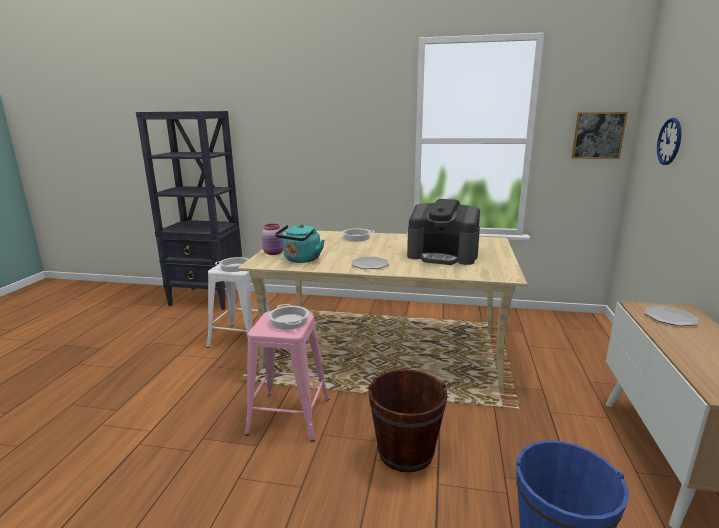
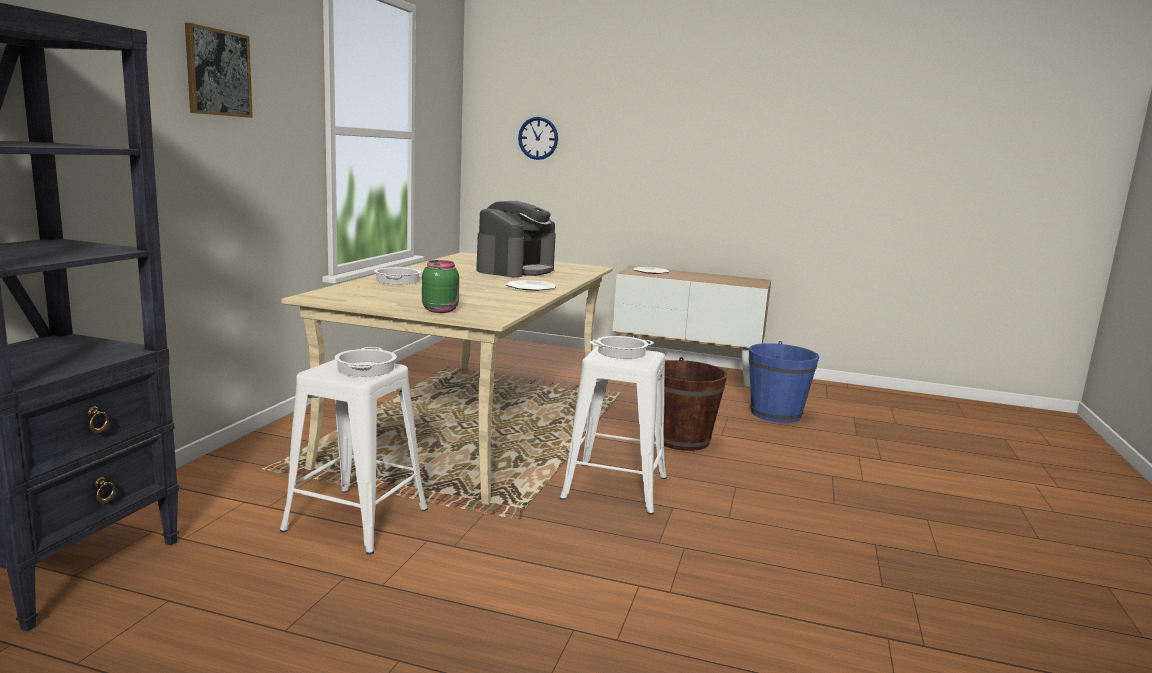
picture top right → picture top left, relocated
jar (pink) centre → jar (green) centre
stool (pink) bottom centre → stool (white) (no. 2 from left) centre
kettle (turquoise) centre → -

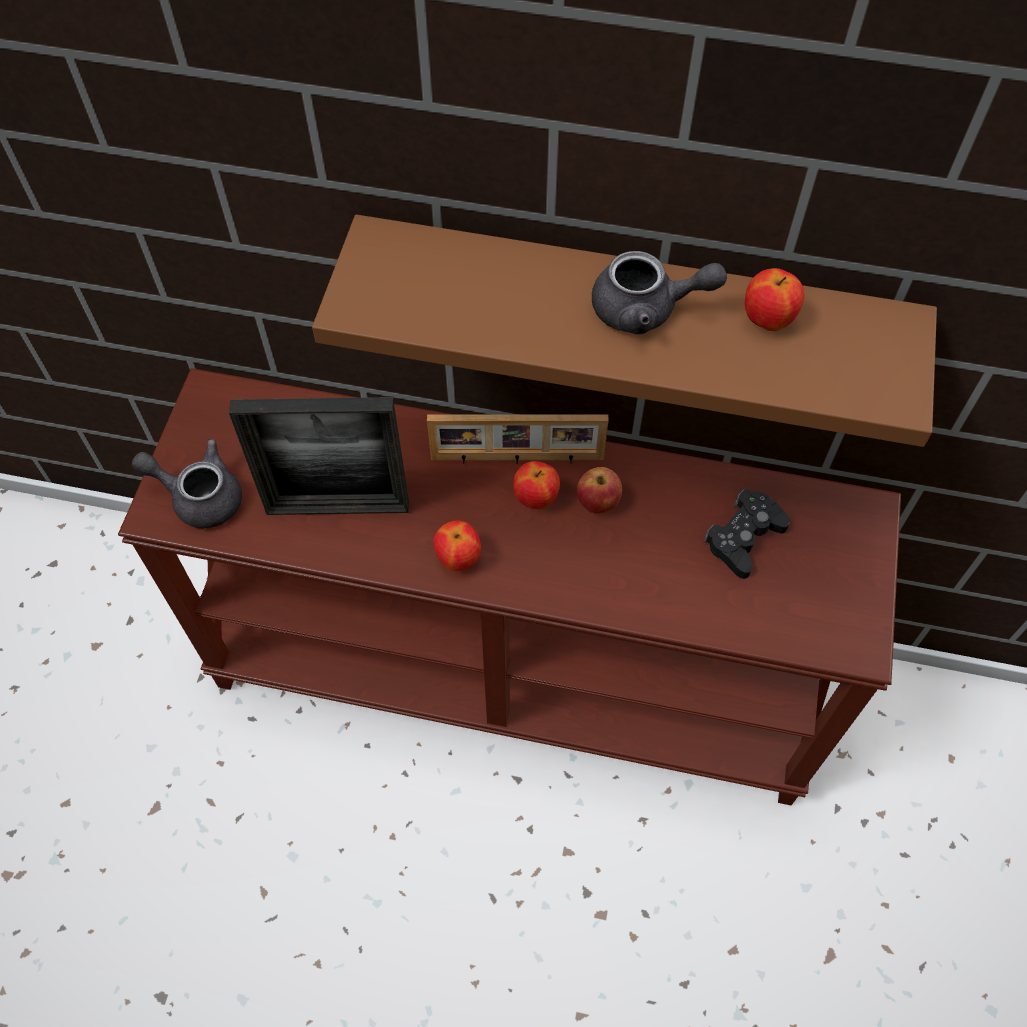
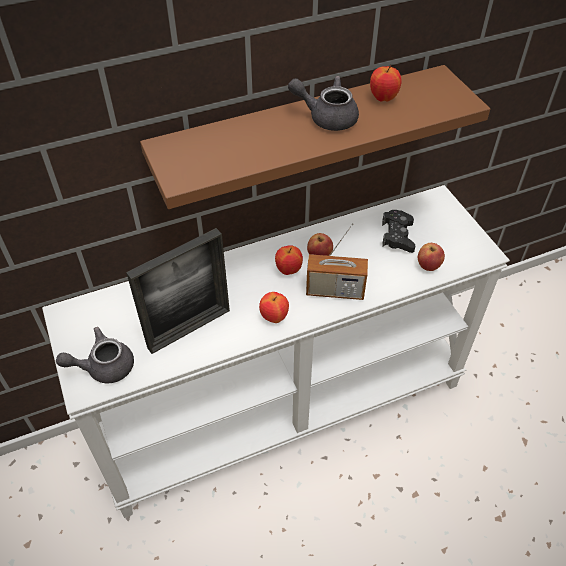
console table (brown) centre → console table (white) centre
teapot (grey) (no. 2 from left) top centre, 135 degrees counterclockwise
- → radio centre
- → apple (no. 5 from left) middle right
picture frame (no. 2 from left) centre → -

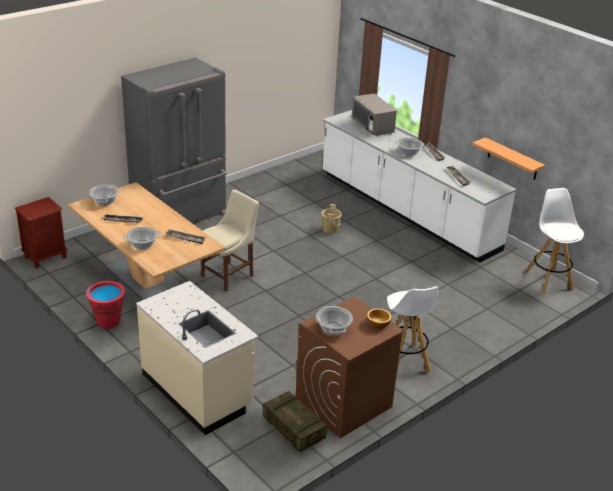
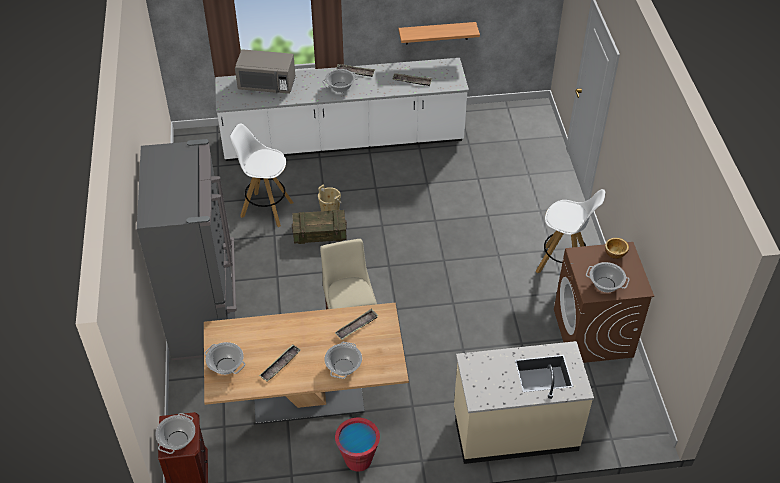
- → cooking pot (no. 1 from left) bottom left
stool (white) (no. 2 from left in the first image) middle right → stool (white) (no. 1 from left) centre, relocated
crate bottom centre → crate centre, relocated

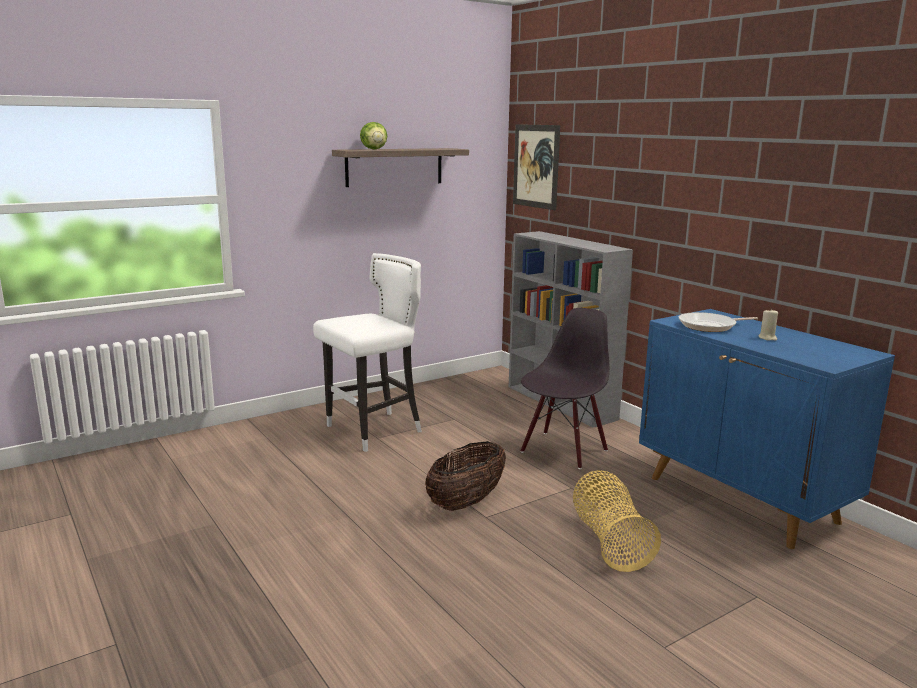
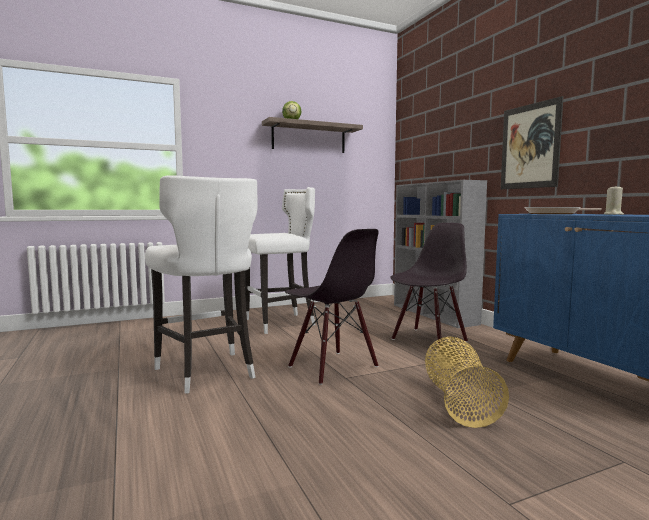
- → stool (white) (no. 1 from left) middle left
basket (no. 1 from left) bottom centre → chair (black) (no. 1 from left) centre
picture top centre → picture top right, relocated

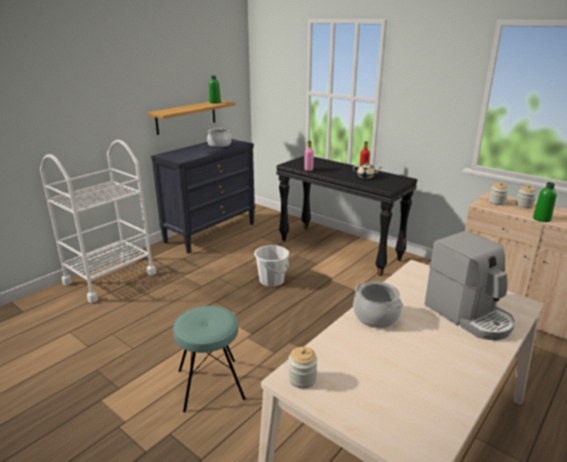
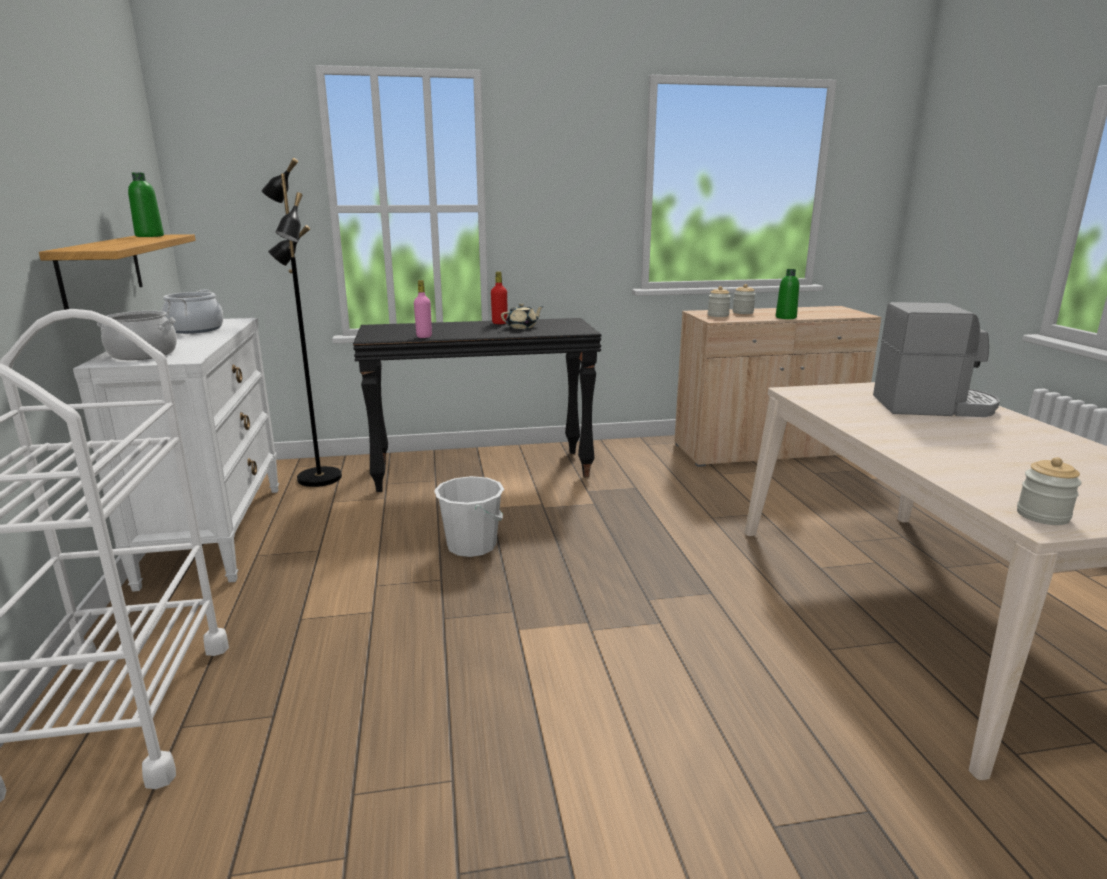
dresser (black) centre → dresser (white) middle left
cooking pot (no. 2 from left in the first image) middle right → cooking pot (no. 1 from left) middle left, relocated
- → floor lamp (black) middle left
stool (turquoise) bottom centre → -

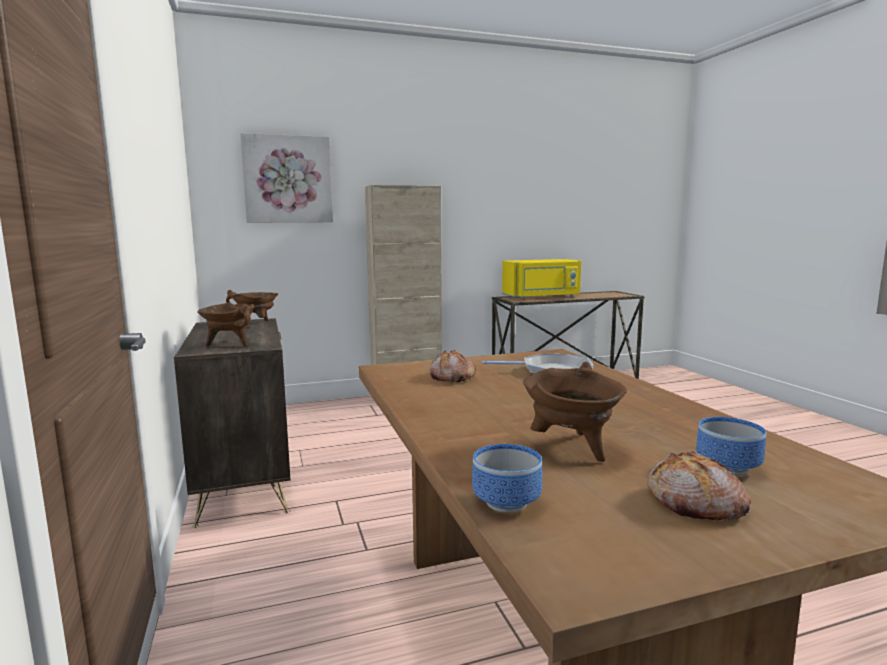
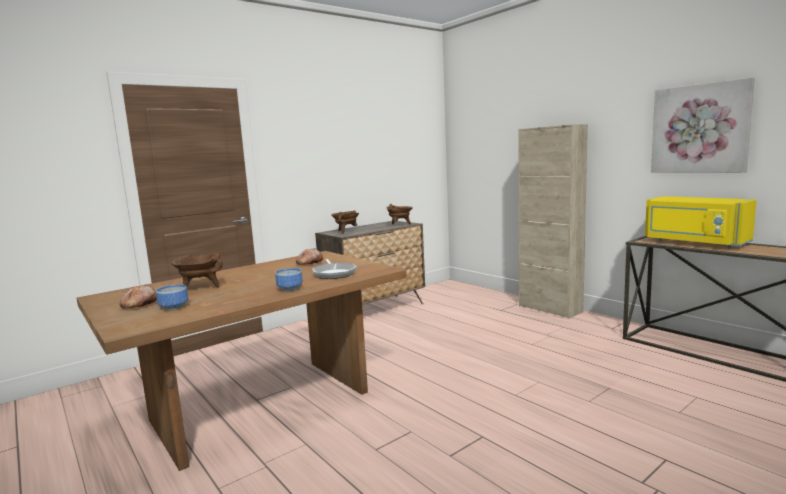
bowl (no. 1 from left in the first image) bottom centre → bowl (no. 2 from left) centre, relocated
picture top left → picture top right, relocated

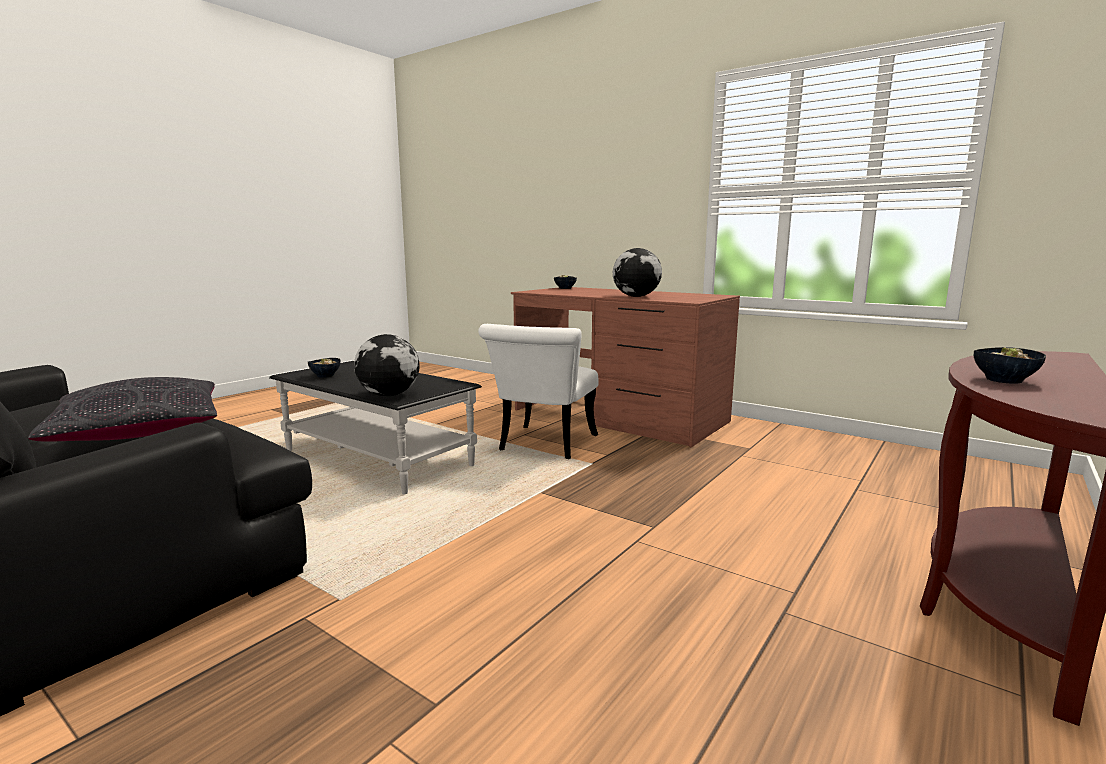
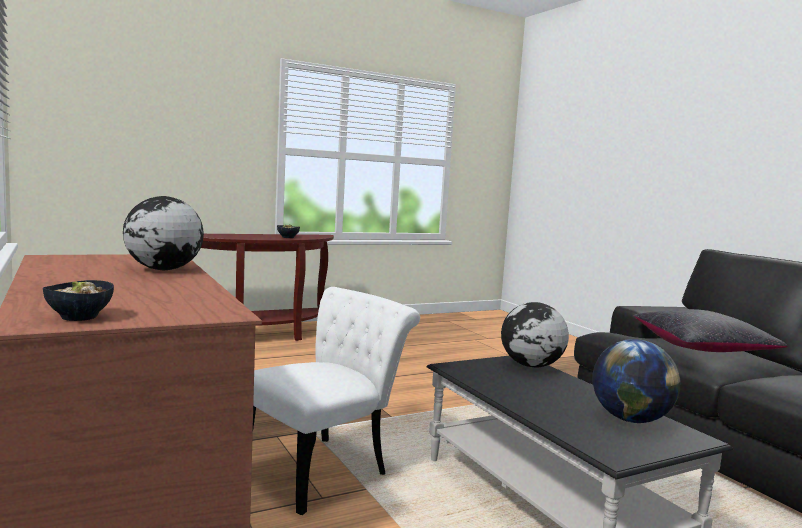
bowl (no. 1 from left) middle left → globe (no. 3 from left) bottom right

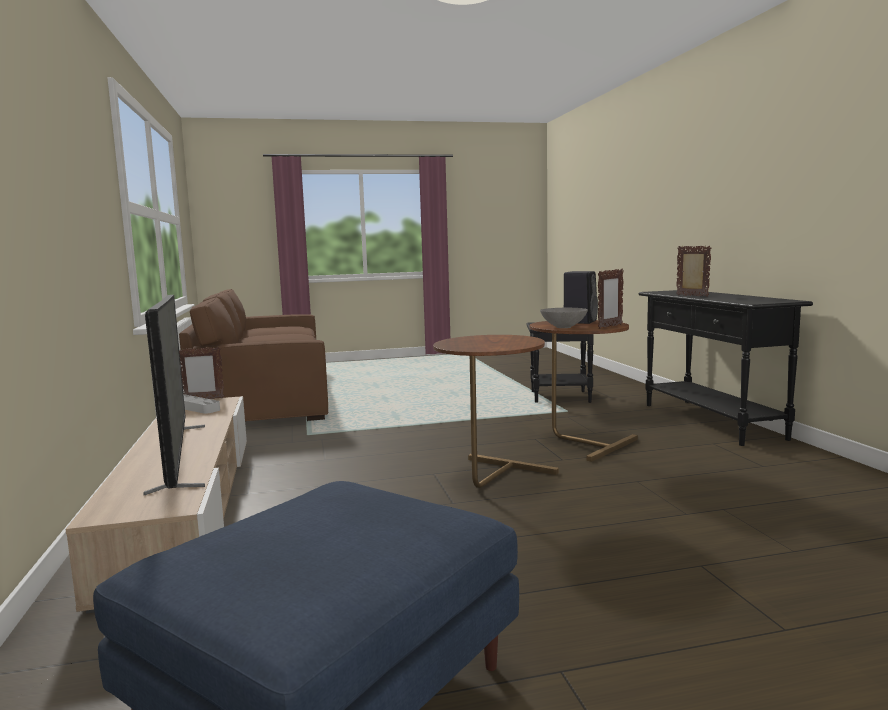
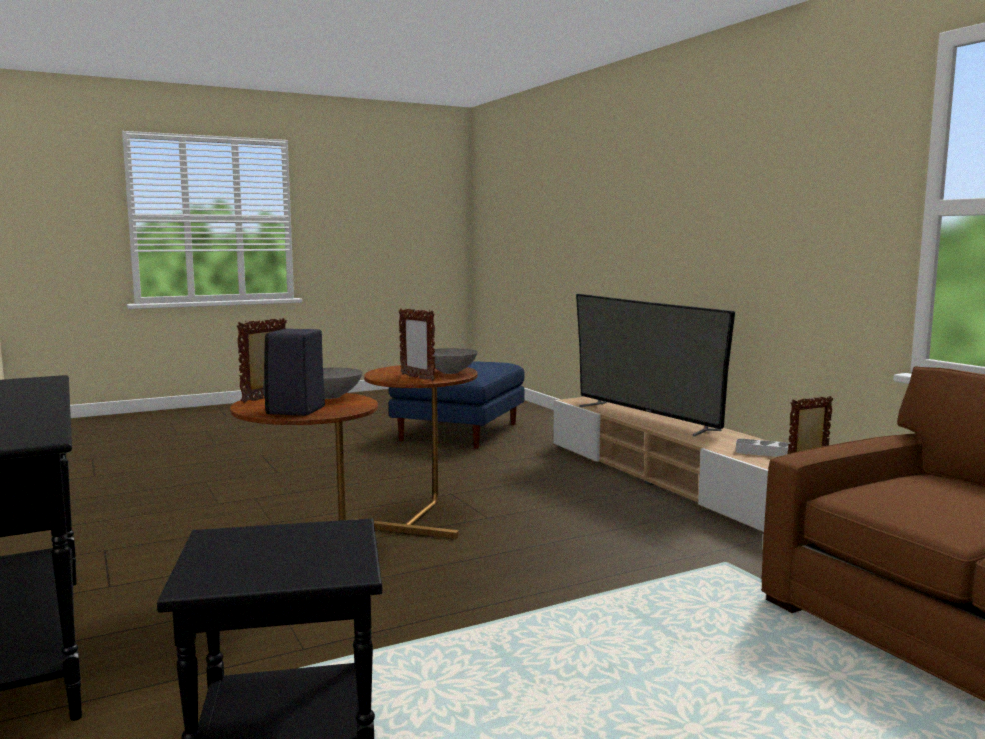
picture frame (no. 3 from left in the first image) middle right → picture frame (no. 2 from left) centre, relocated
- → bowl (grey) (no. 2 from left) centre

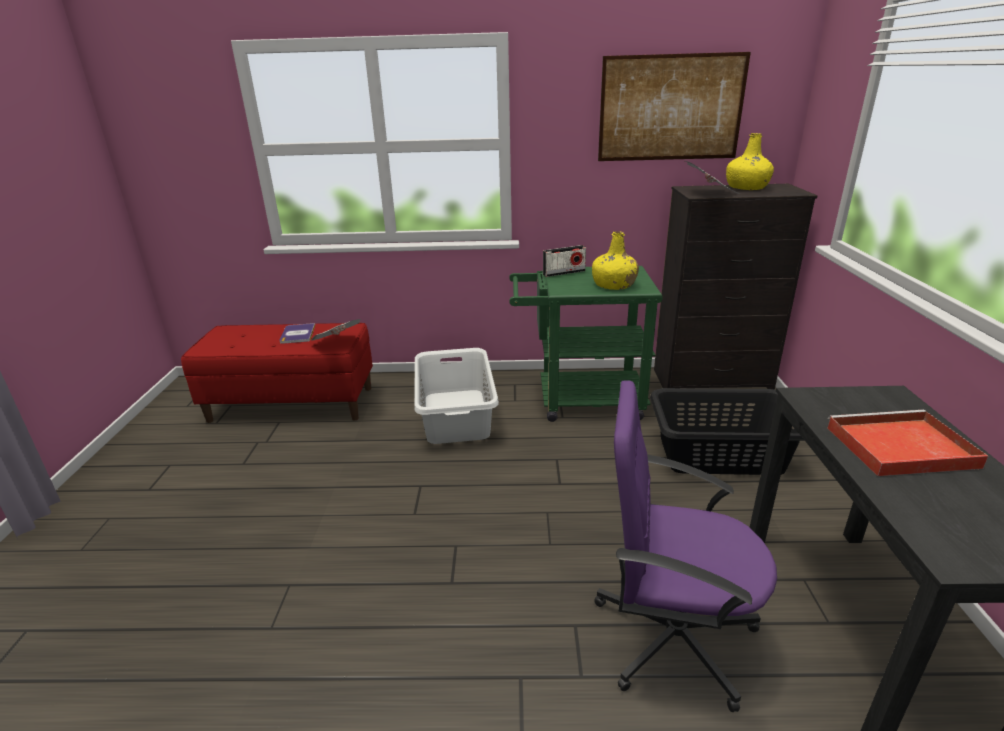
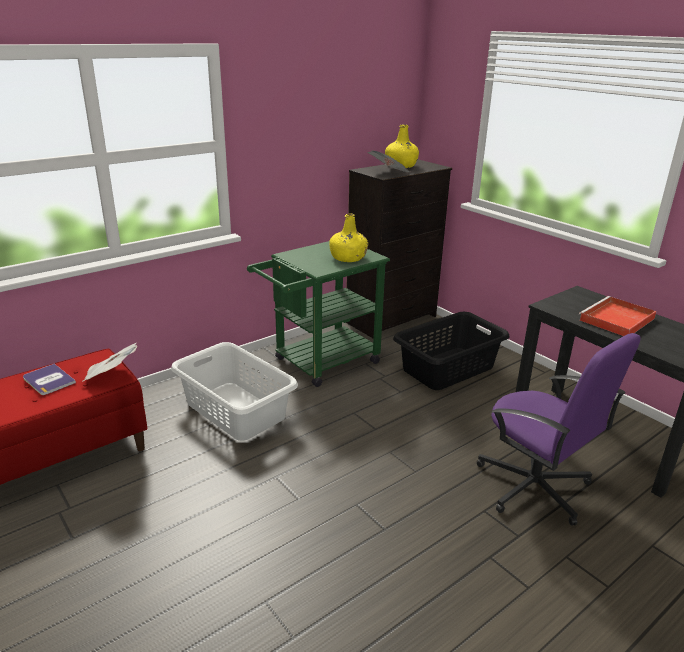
office chair (purple) bottom right → office chair (purple) middle right, 105 degrees counterclockwise
radio centre → -
picture top right → -

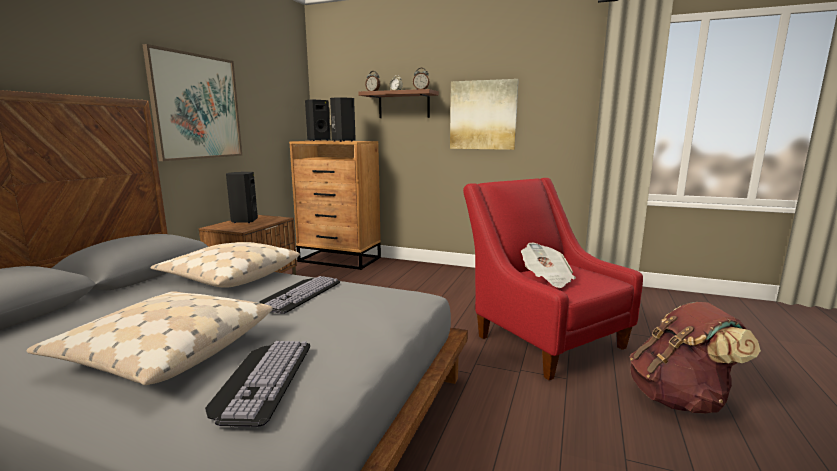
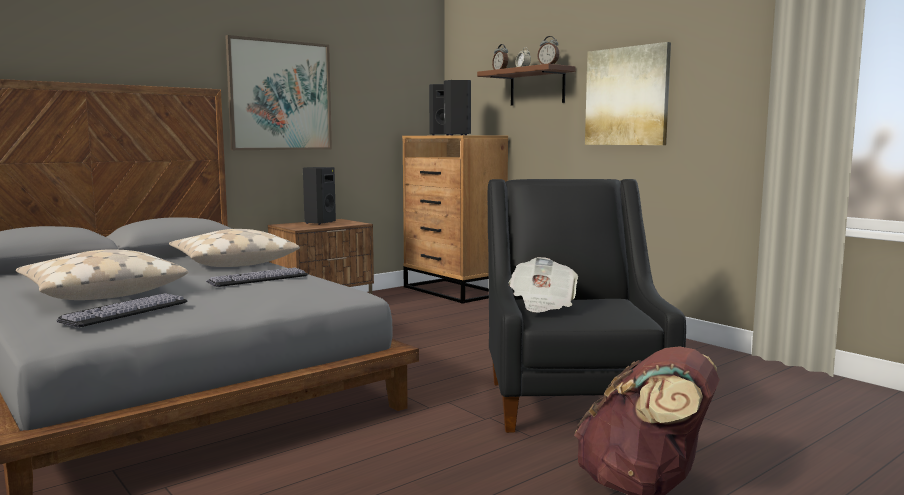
armchair (red) centre → armchair (black) centre

